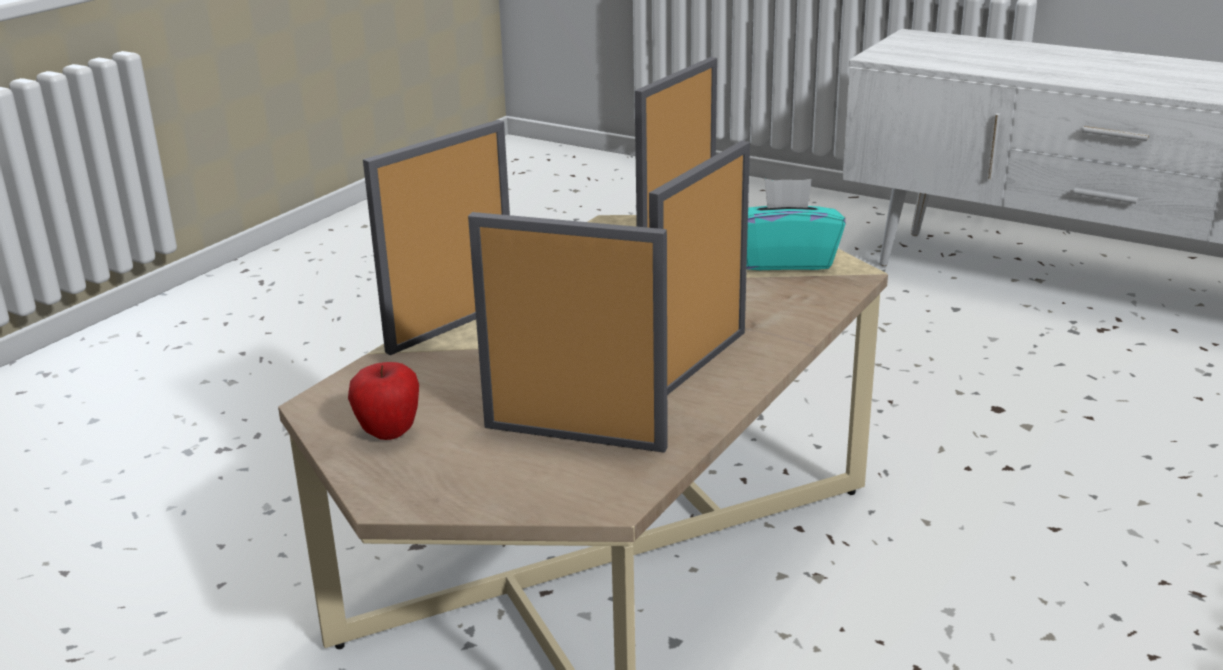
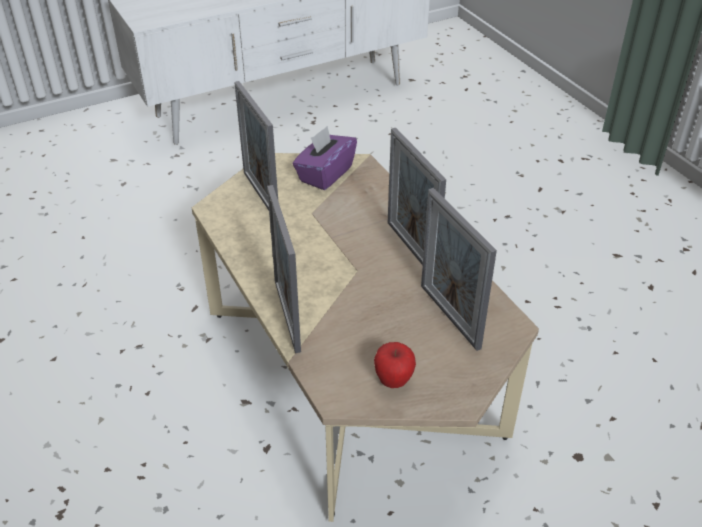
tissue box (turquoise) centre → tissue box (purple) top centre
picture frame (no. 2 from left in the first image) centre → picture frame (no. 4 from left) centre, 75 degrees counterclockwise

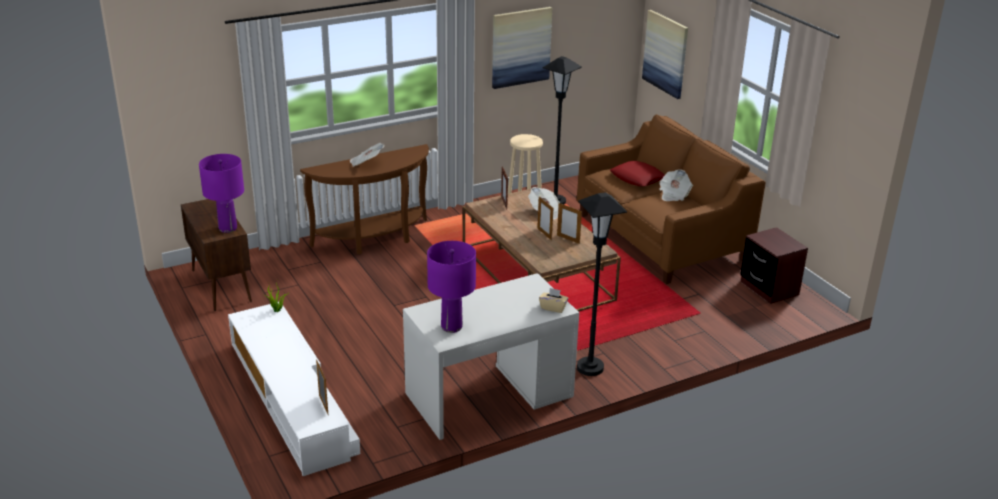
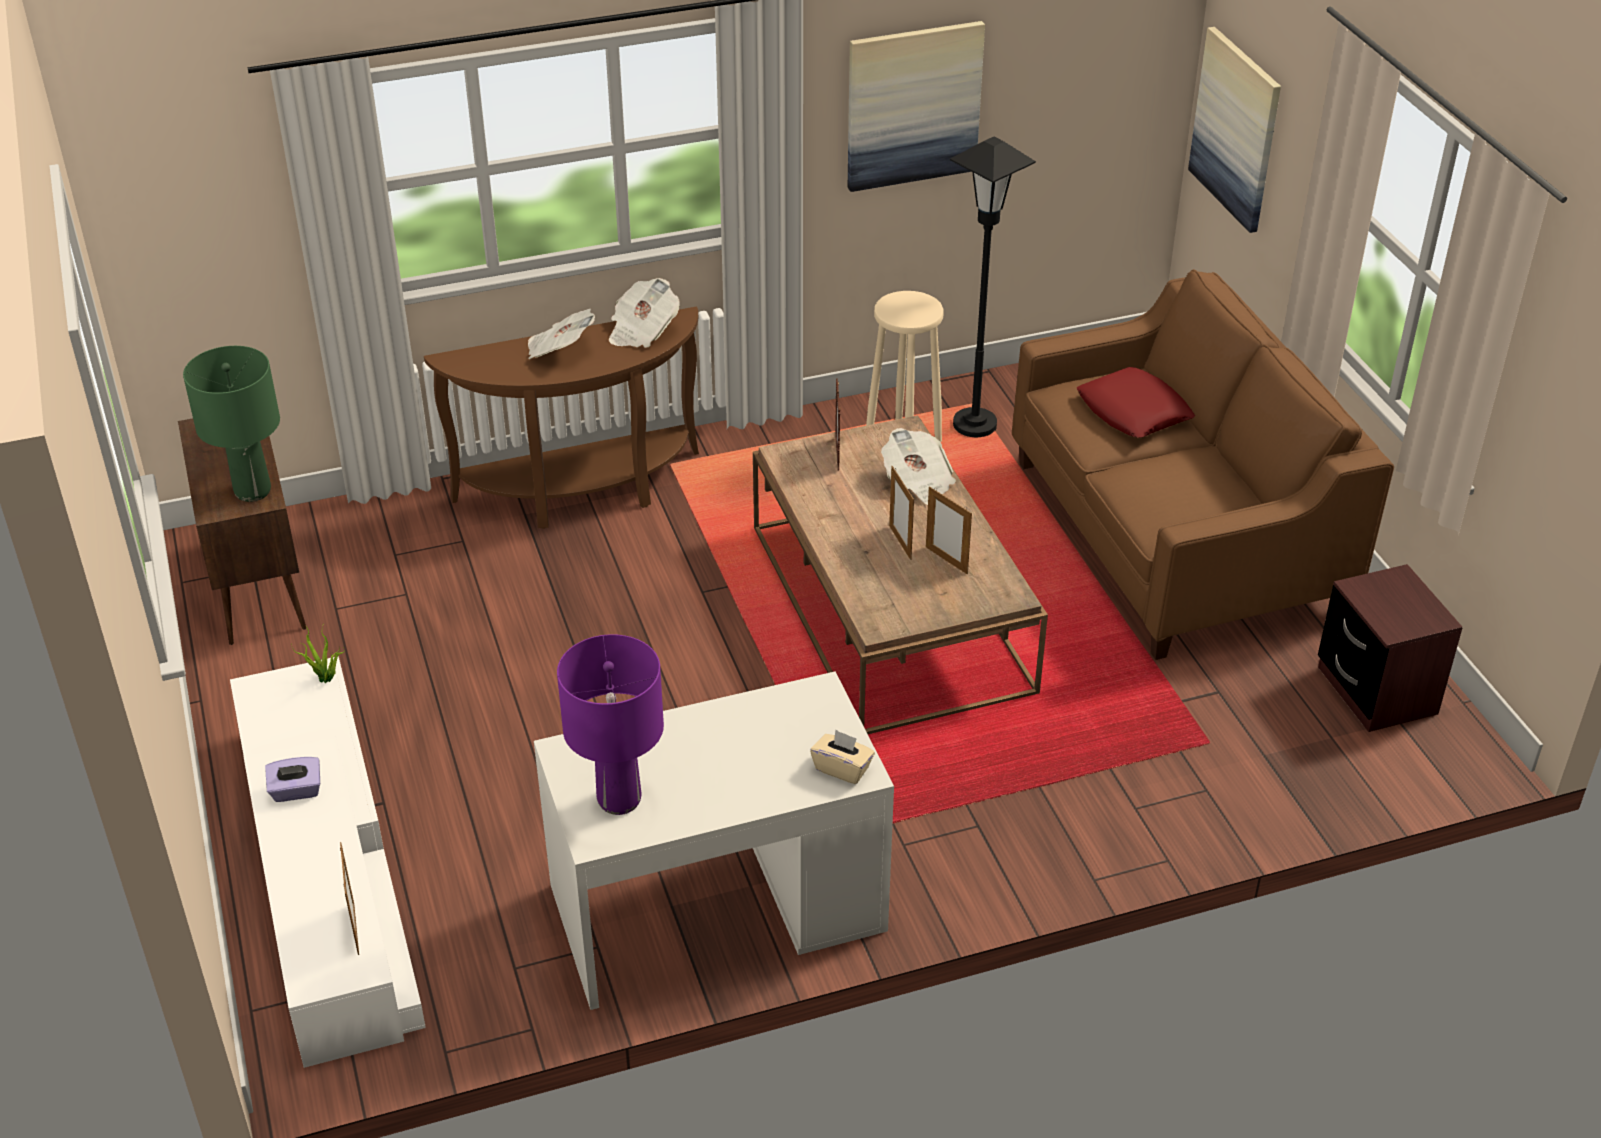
table lamp (purple) (no. 1 from left) middle left → table lamp (green) middle left
- → tissue box (purple) bottom left
newspaper (no. 3 from left in the first image) middle right → newspaper (no. 2 from left) top centre, relocated
floor lamp (black) (no. 2 from left) centre → -

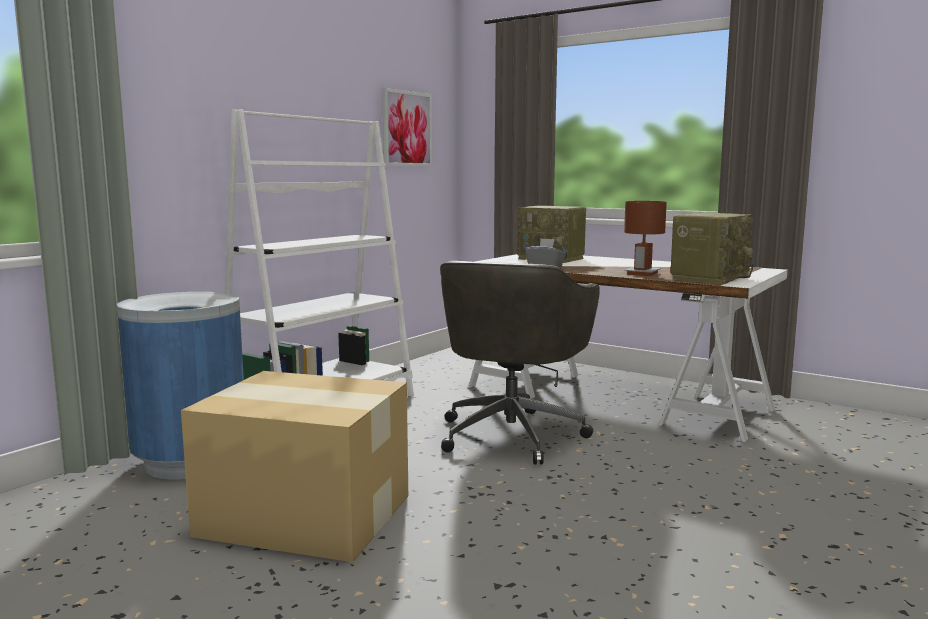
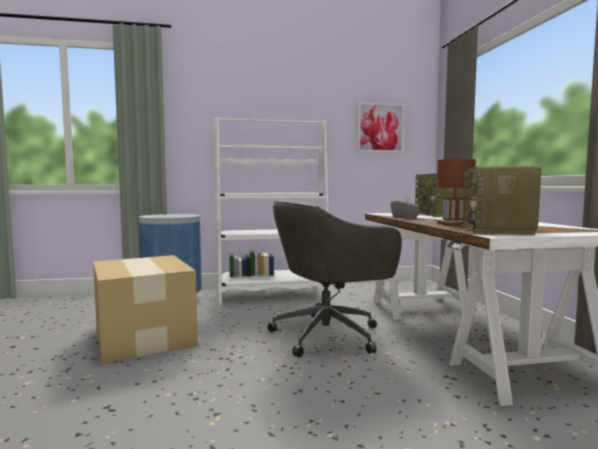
radio (no. 2 from left) middle right, 105 degrees clockwise

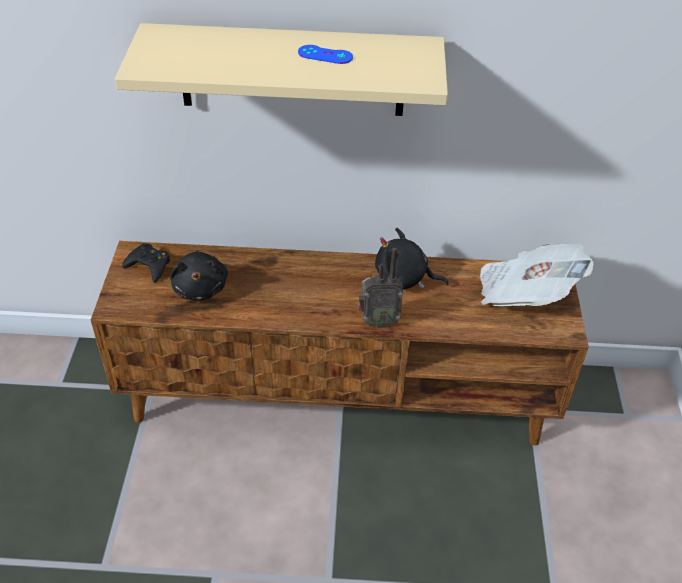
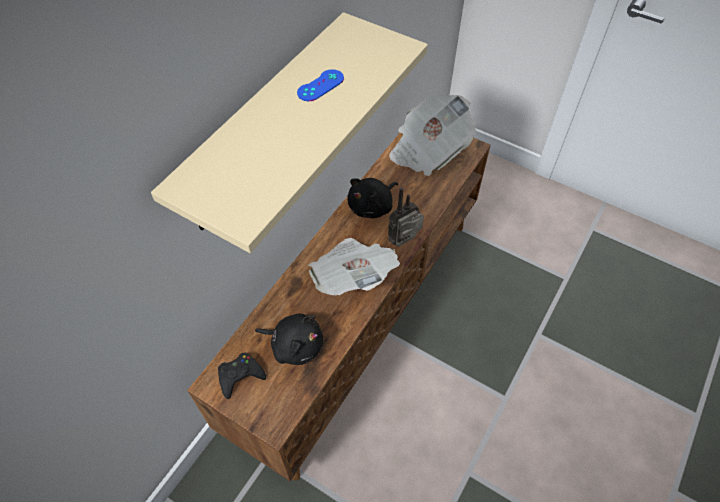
- → newspaper (no. 1 from left) centre
radio centre, 150 degrees counterclockwise

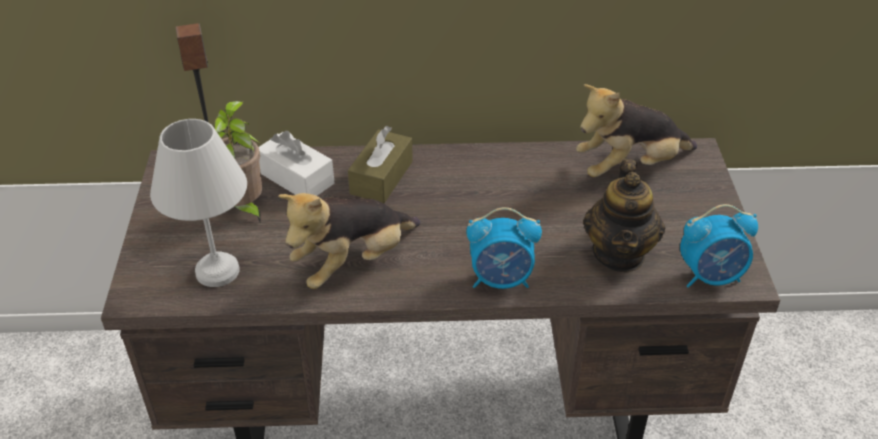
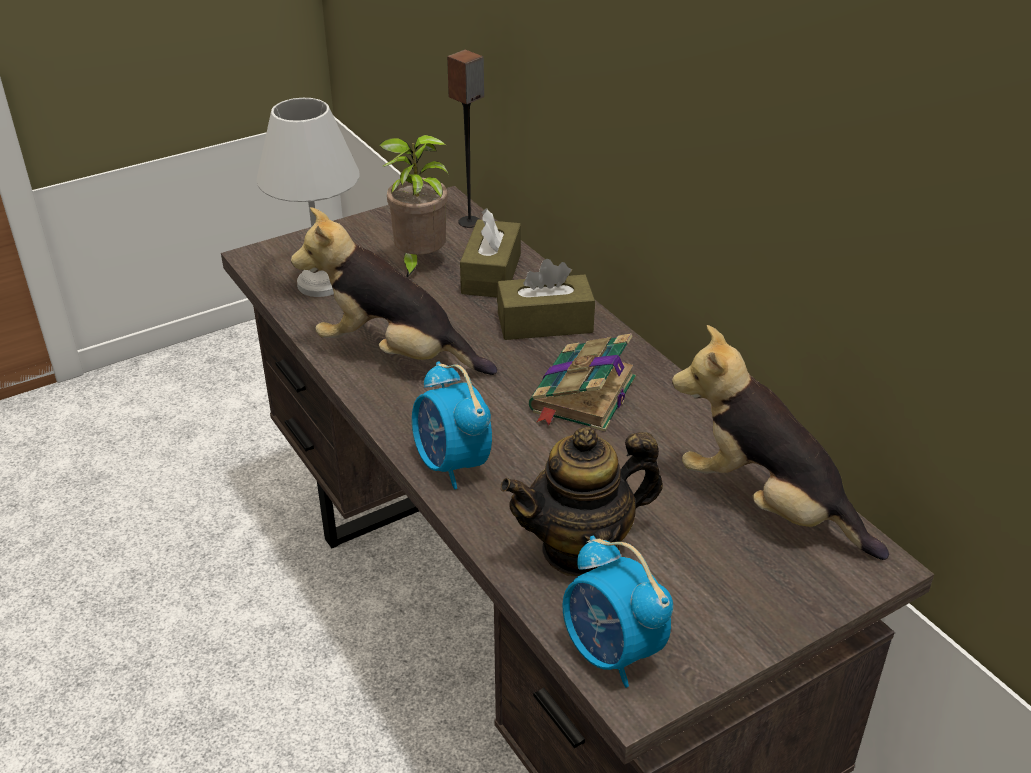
tissue box (white) centre → tissue box (brown) (no. 1 from left) top centre
- → book centre

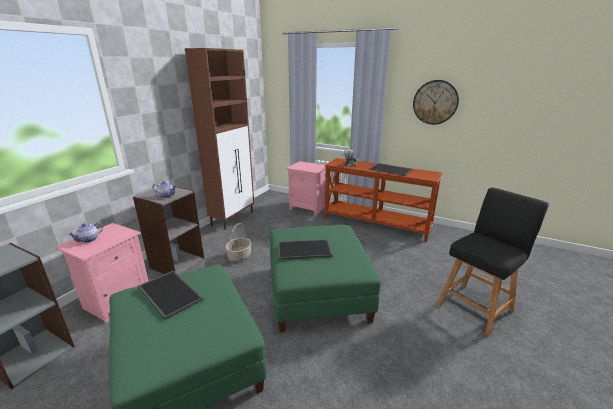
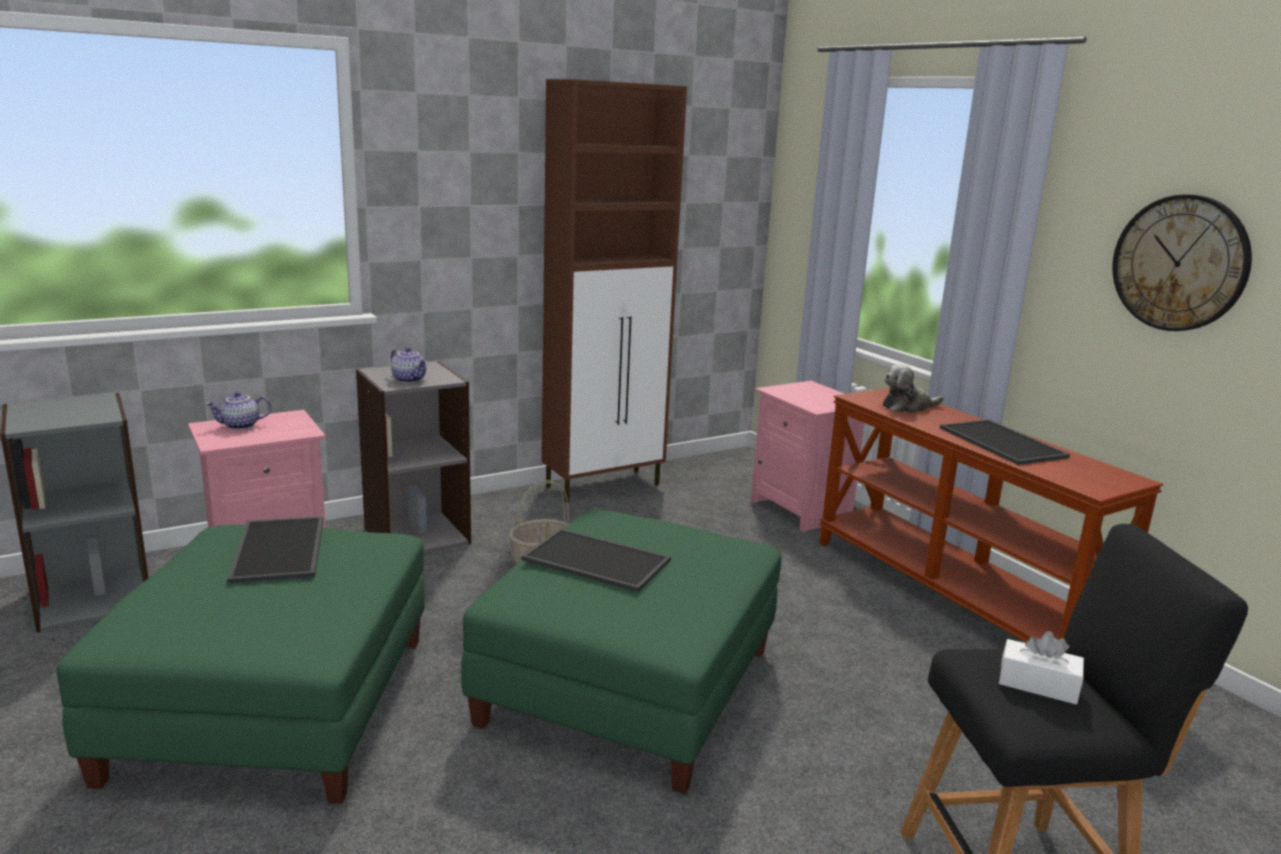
- → tissue box (white) bottom right

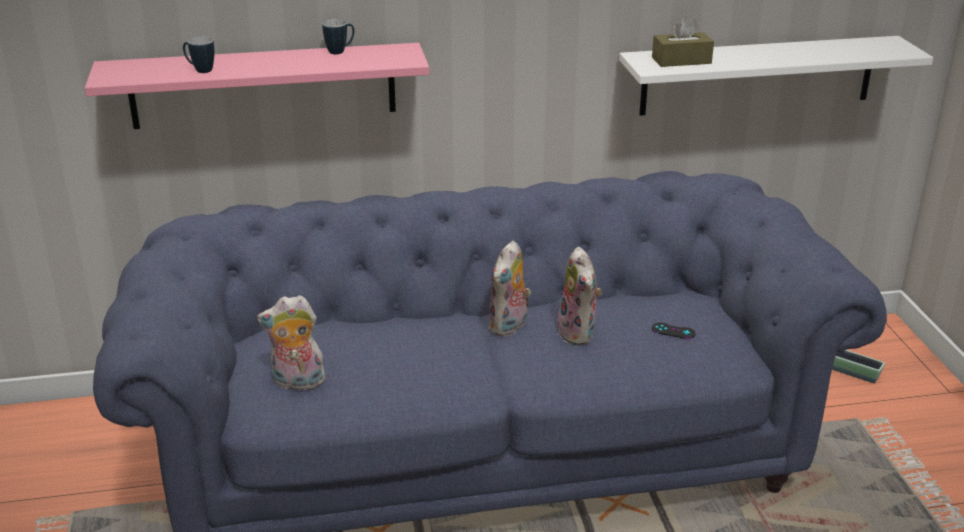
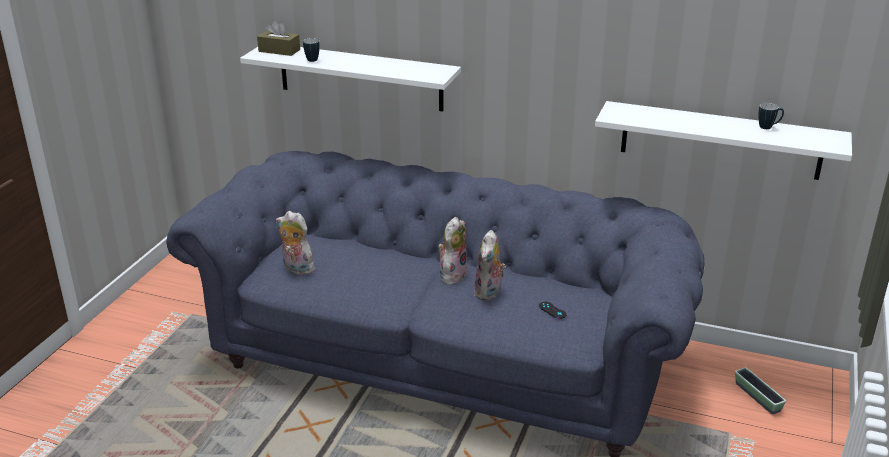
shelf (pink) top left → shelf (white) (no. 1 from left) top centre
tissue box (brown) top right → tissue box (brown) top left, relocated
plush toy (no. 2 from left) centre, 150 degrees clockwise
mug (no. 2 from left) top centre → mug (no. 2 from left) top right, relocated

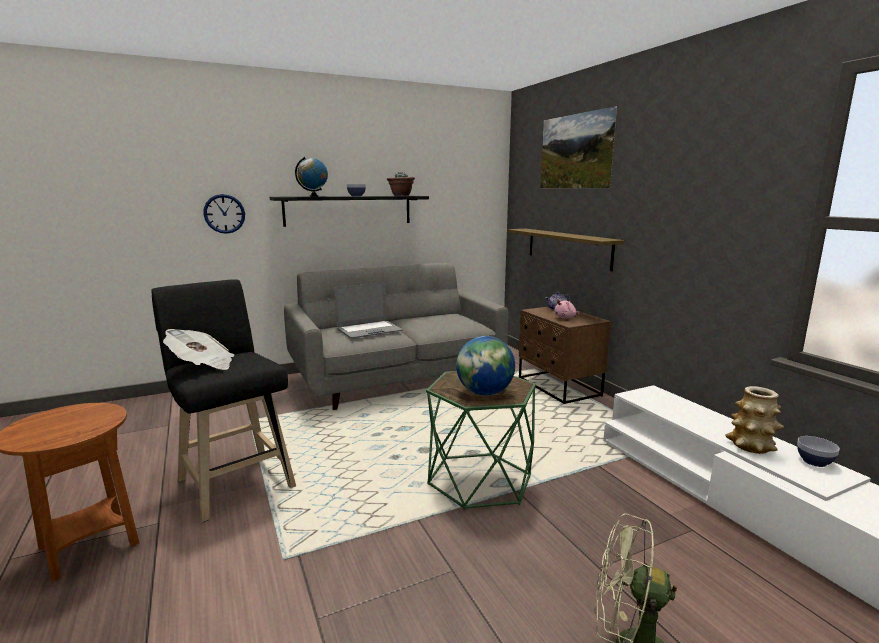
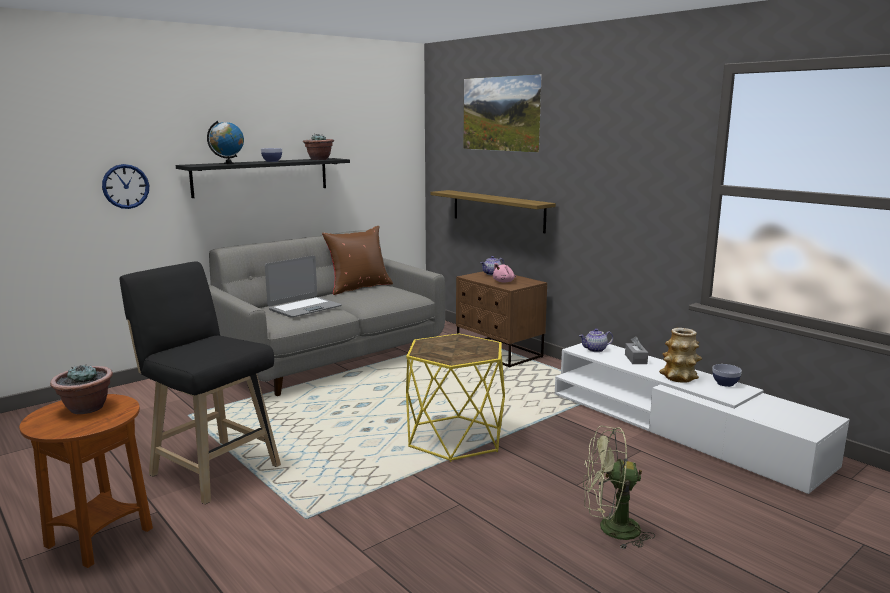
- → potted plant (no. 1 from left) middle left
- → pillow (brown) centre
side table (green) bottom centre → side table (yellow) bottom centre
- → teapot (no. 2 from left) middle right
- → tissue box (grey) middle right
newspaper middle left → -
globe (no. 2 from left) centre → -

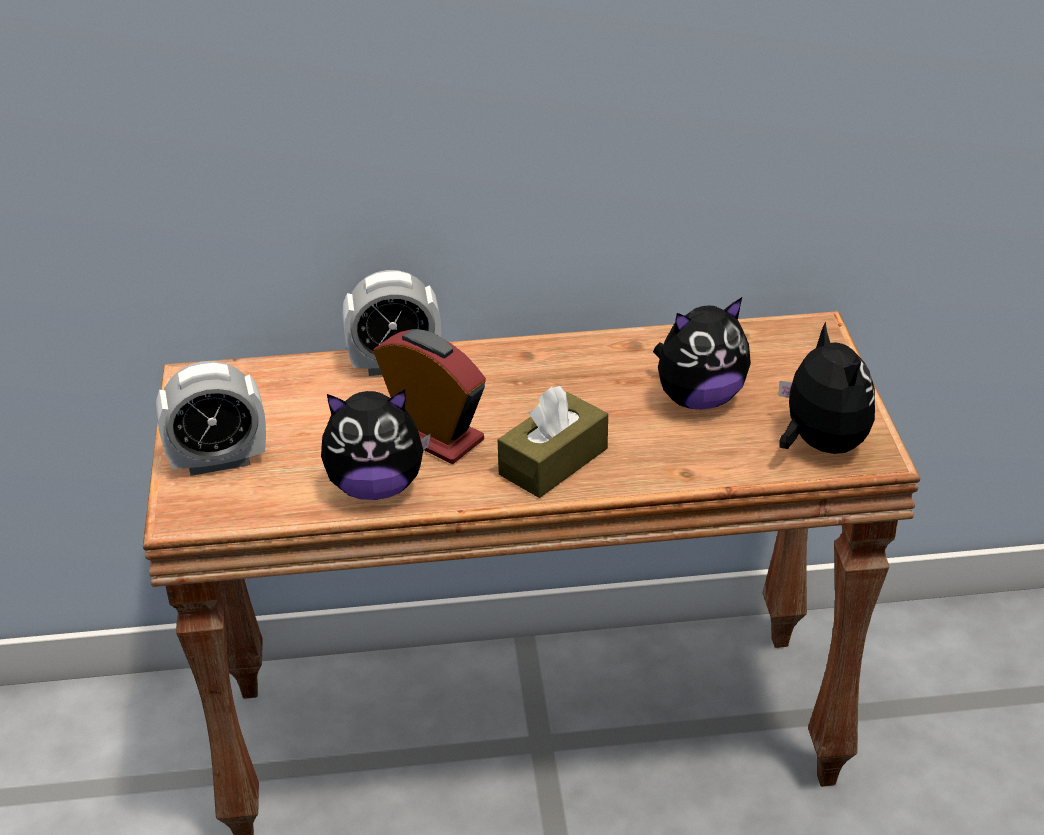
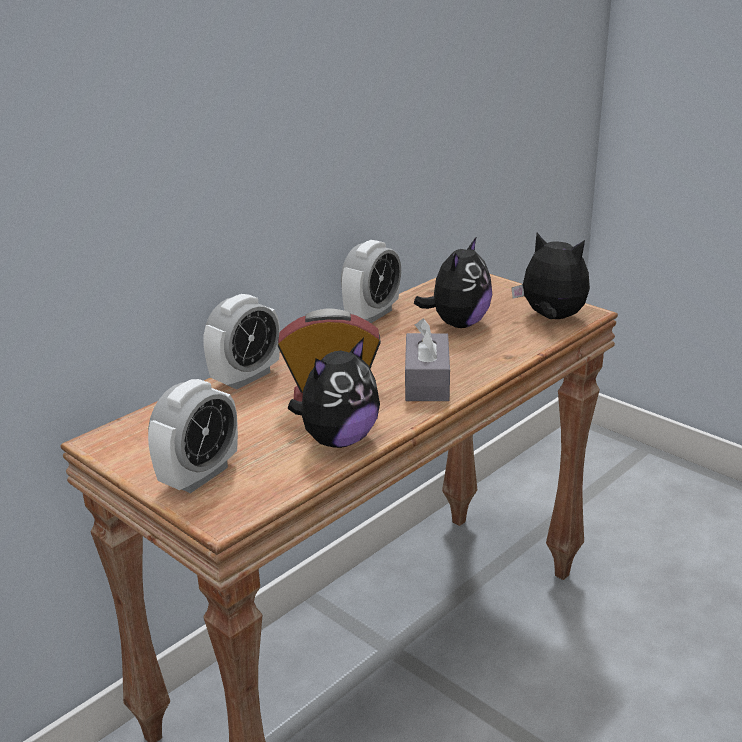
- → alarm clock (no. 4 from left) centre
tissue box (brown) centre → tissue box (grey) centre

